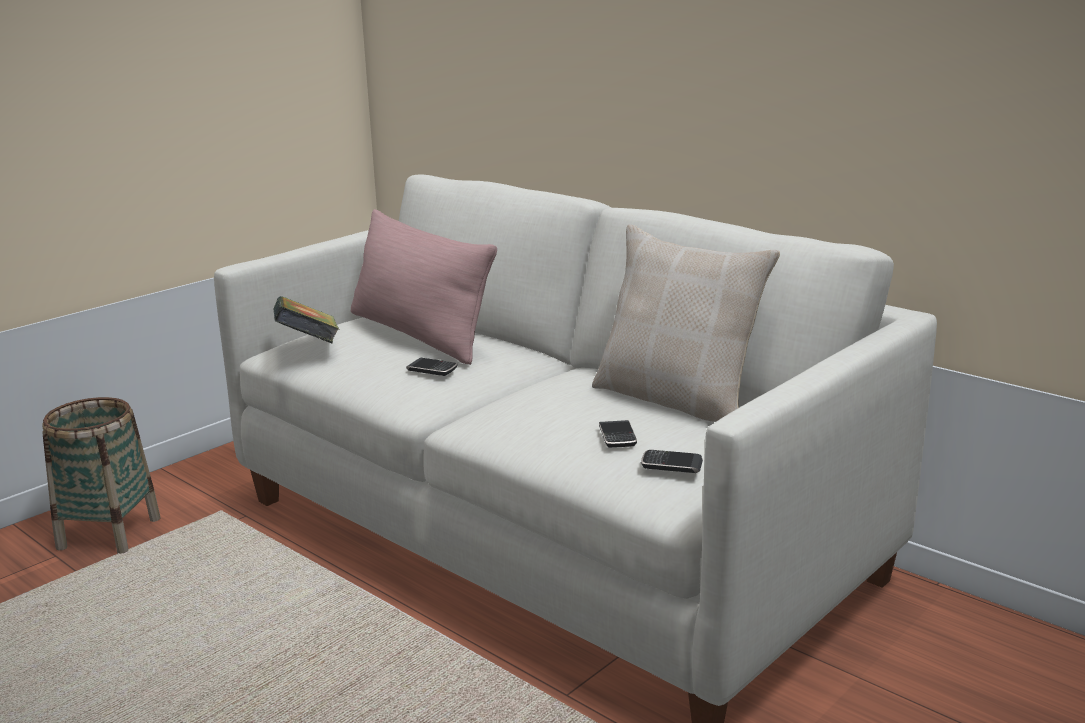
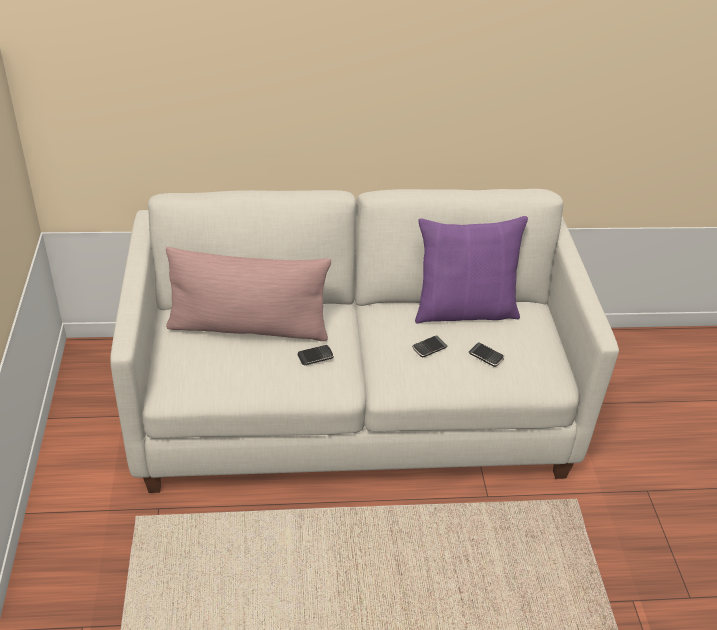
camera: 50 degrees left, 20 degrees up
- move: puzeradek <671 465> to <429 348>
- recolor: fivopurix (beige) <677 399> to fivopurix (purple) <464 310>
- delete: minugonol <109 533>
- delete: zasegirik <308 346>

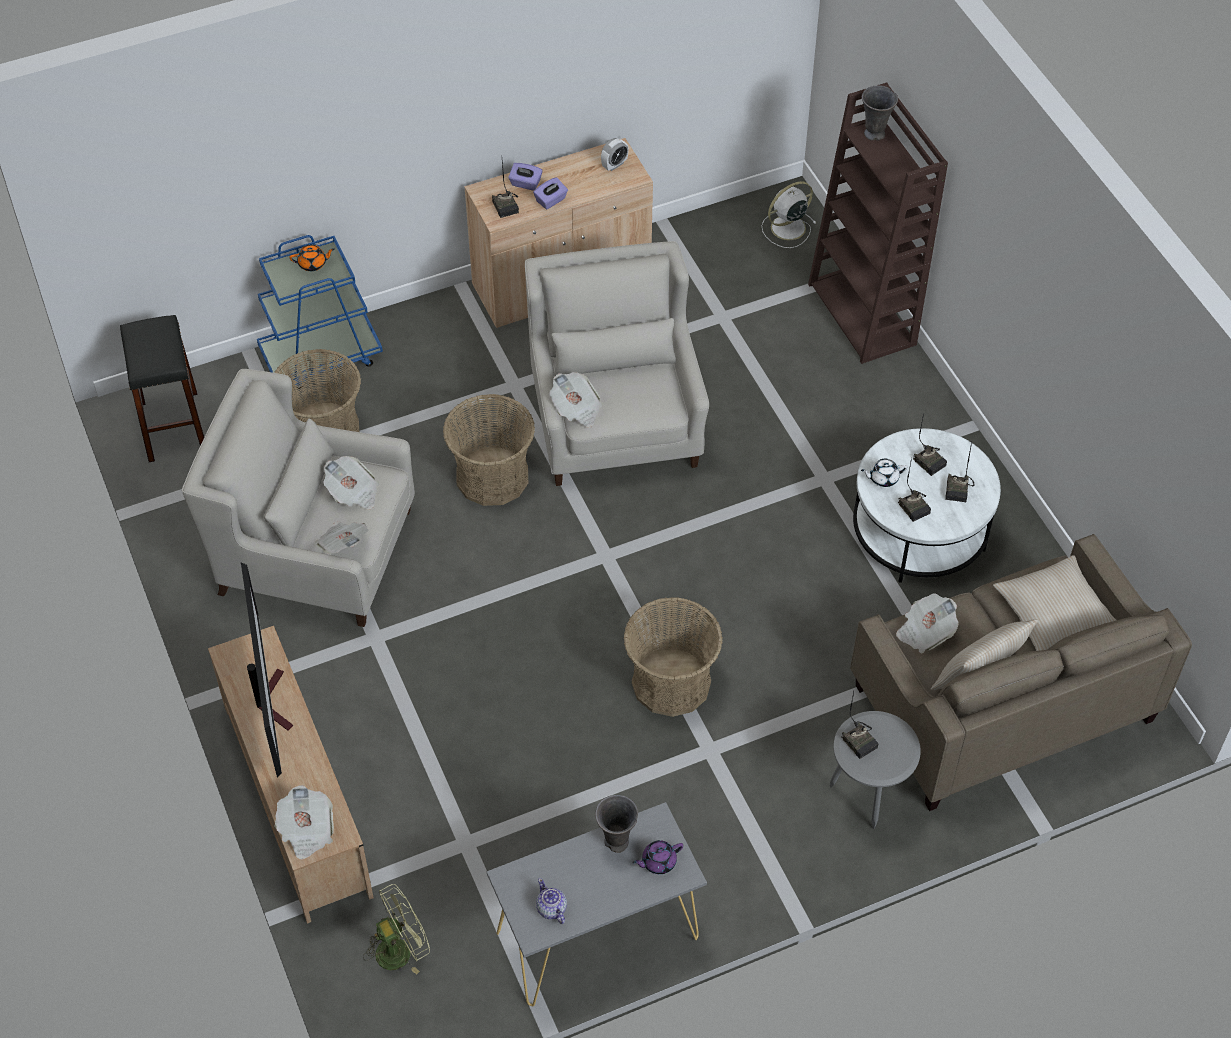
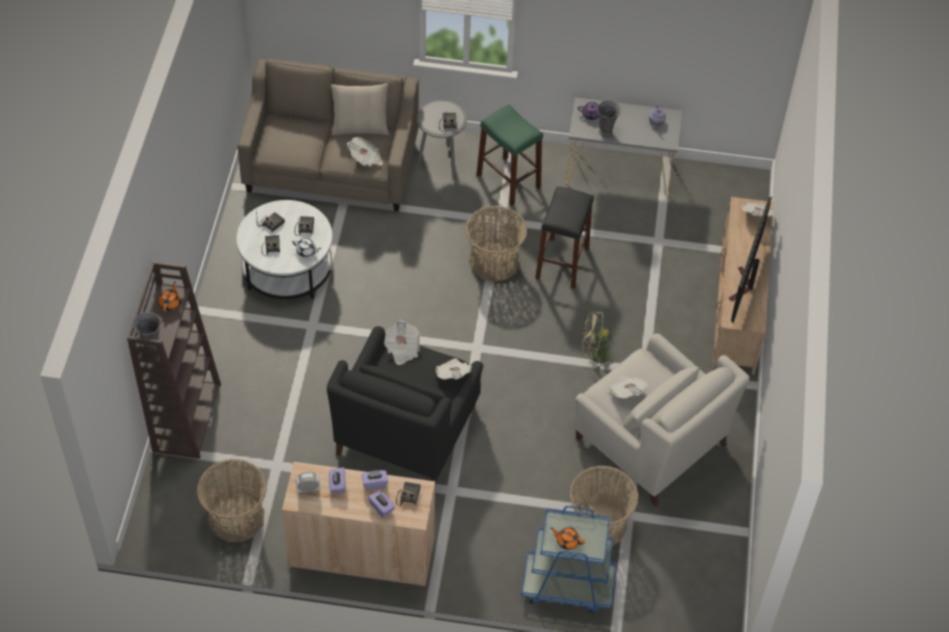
camera: 150 degrees left, 0 degrees up
- insert: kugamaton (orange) <170 303>
- move: minugonol <492 476> to <236 518>
- recolor: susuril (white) <614 421> to susuril (black) <406 429>
- insert: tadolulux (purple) <337 485>
- move: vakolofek <343 544> to <402 349>
- insert: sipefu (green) <508 181>
- move: sipefu (black) <173 426> to <562 262>
- move: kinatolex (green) <400 949> to <595 355>
- delete: kinatolex (white) <786 228>
- delete: fivopurix (beige) <1053 613>

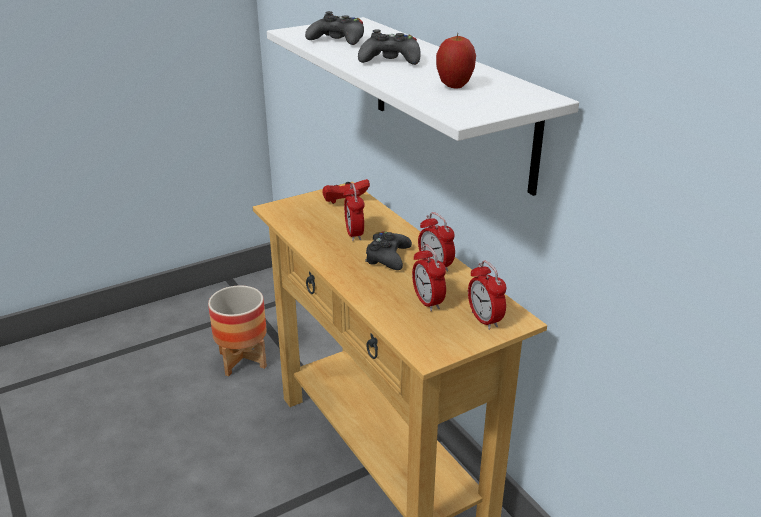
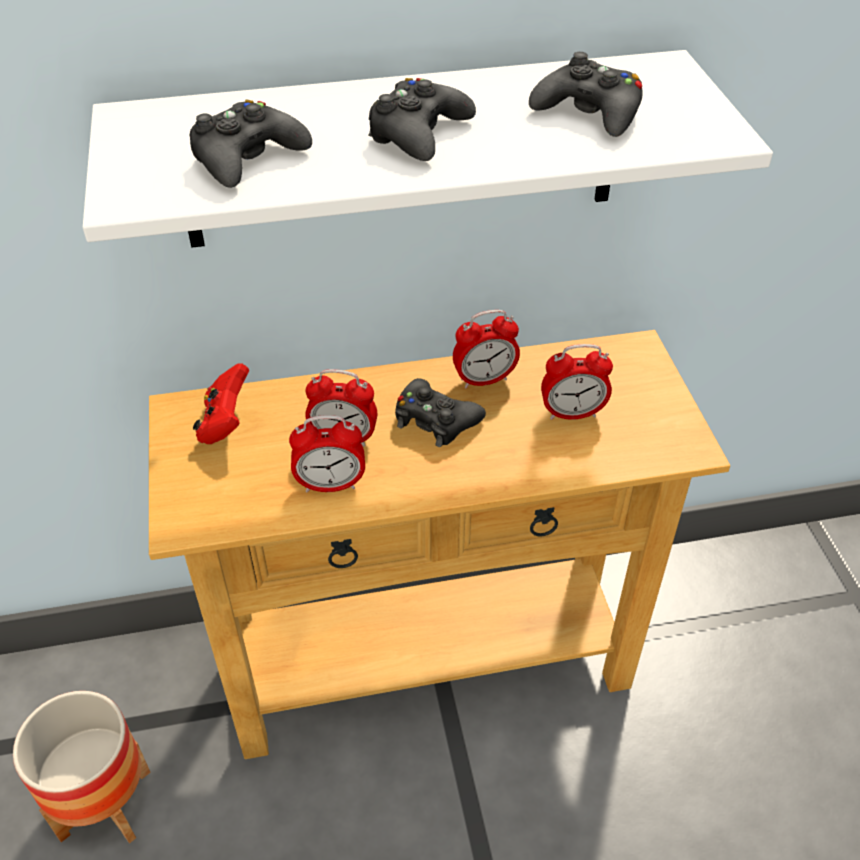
camera: 70 degrees left, 15 degrees up
- move: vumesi <484 320> to <330 485>
- replace: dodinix <454 86> to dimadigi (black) <589 113>

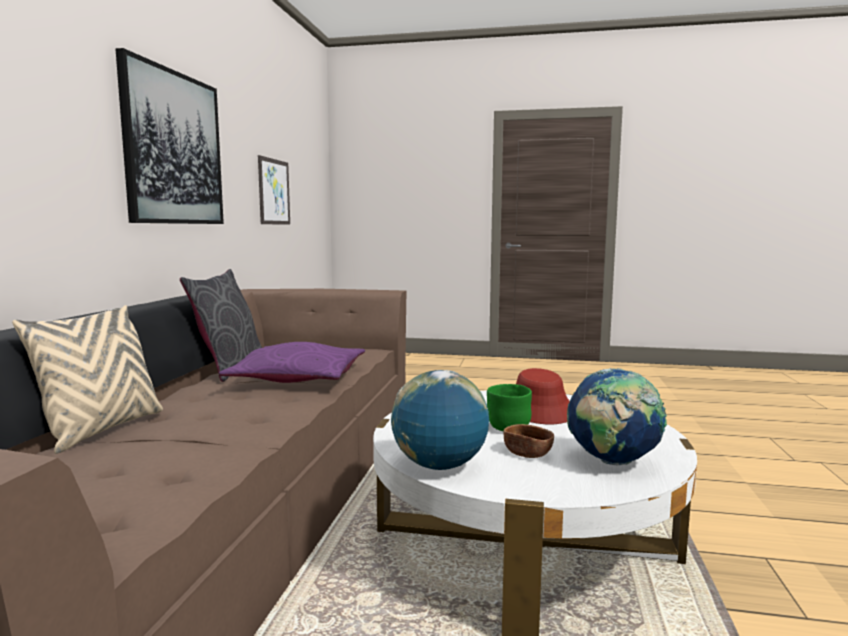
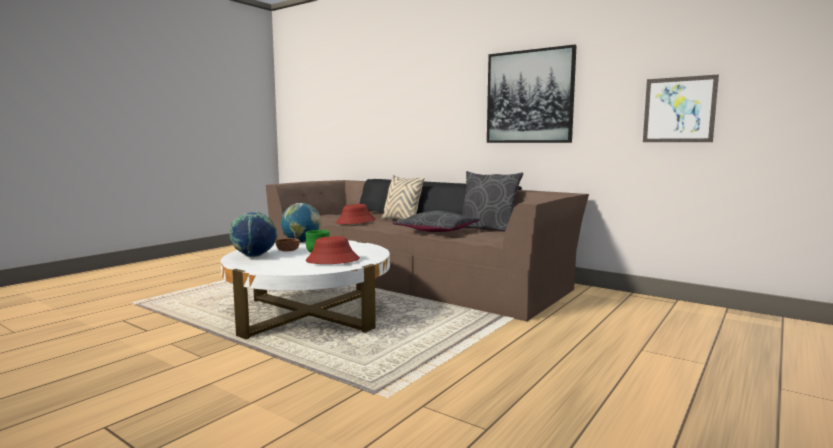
camera: 115 degrees right, 0 degrees up
- insert: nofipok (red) <356 221>
- recolor: fivopurix (purple) <298 378> to fivopurix (grey) <437 231>

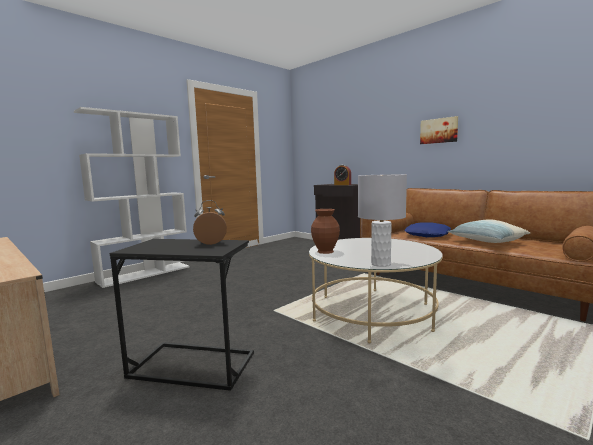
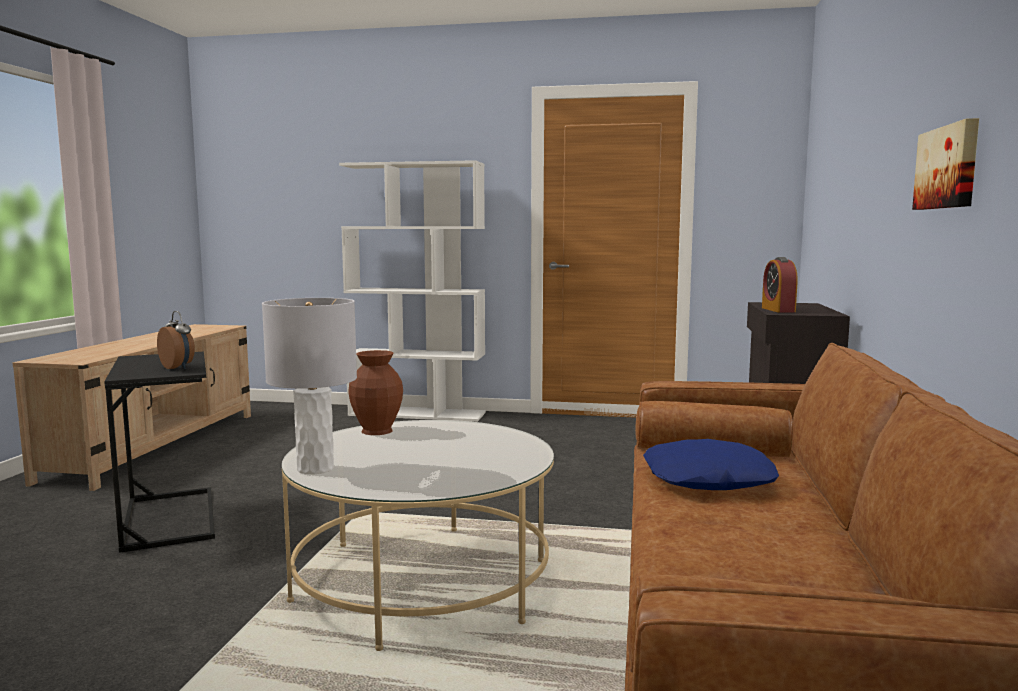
camera: 55 degrees right, 0 degrees up
- delete: fivopurix <487 242>

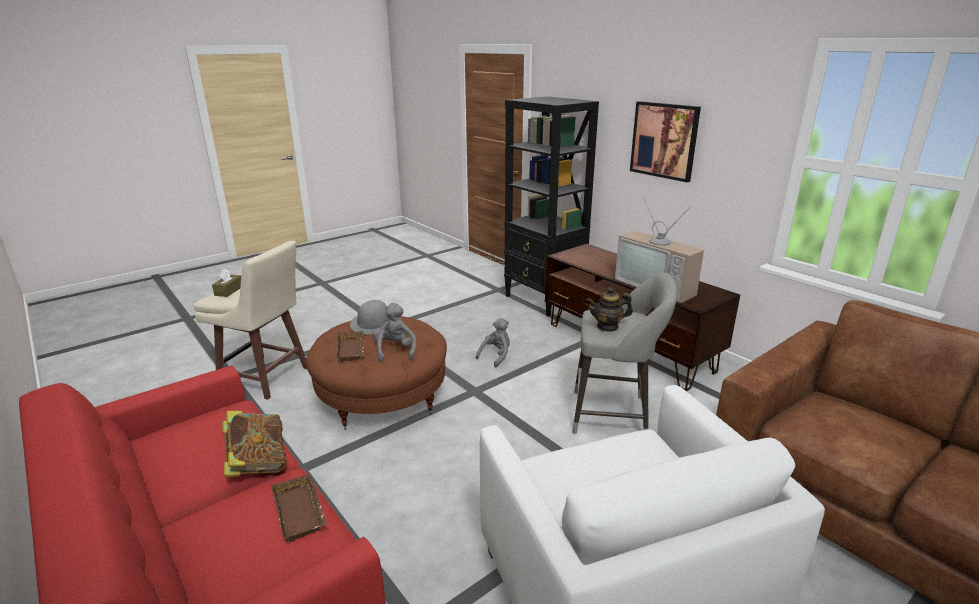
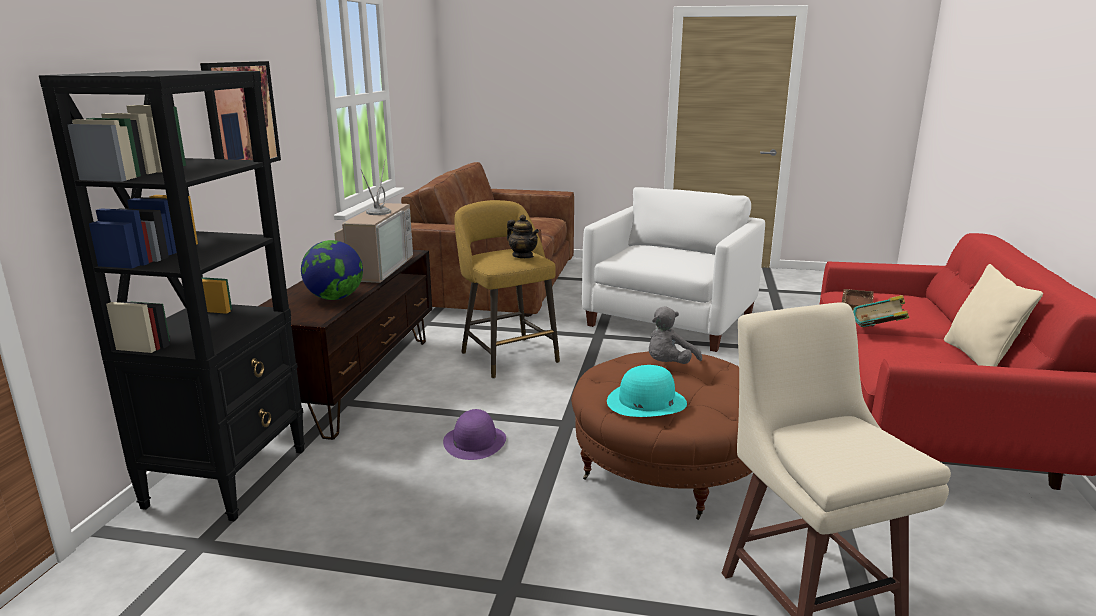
camera: 130 degrees left, 5 degrees down
- insert: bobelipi <335 298>
- replace: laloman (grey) <496 356> to nofipok (purple) <474 441>
- recolor: sipefu (grey) <615 415> to sipefu (yellow) <506 356>
- recolor: nofipok (grey) <374 323> to nofipok (turquoise) <646 402>
- insert: fivopurix (beige) <979 358>
- delete: tadolulux (brown) <229 291>
- delete: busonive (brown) <352 350>

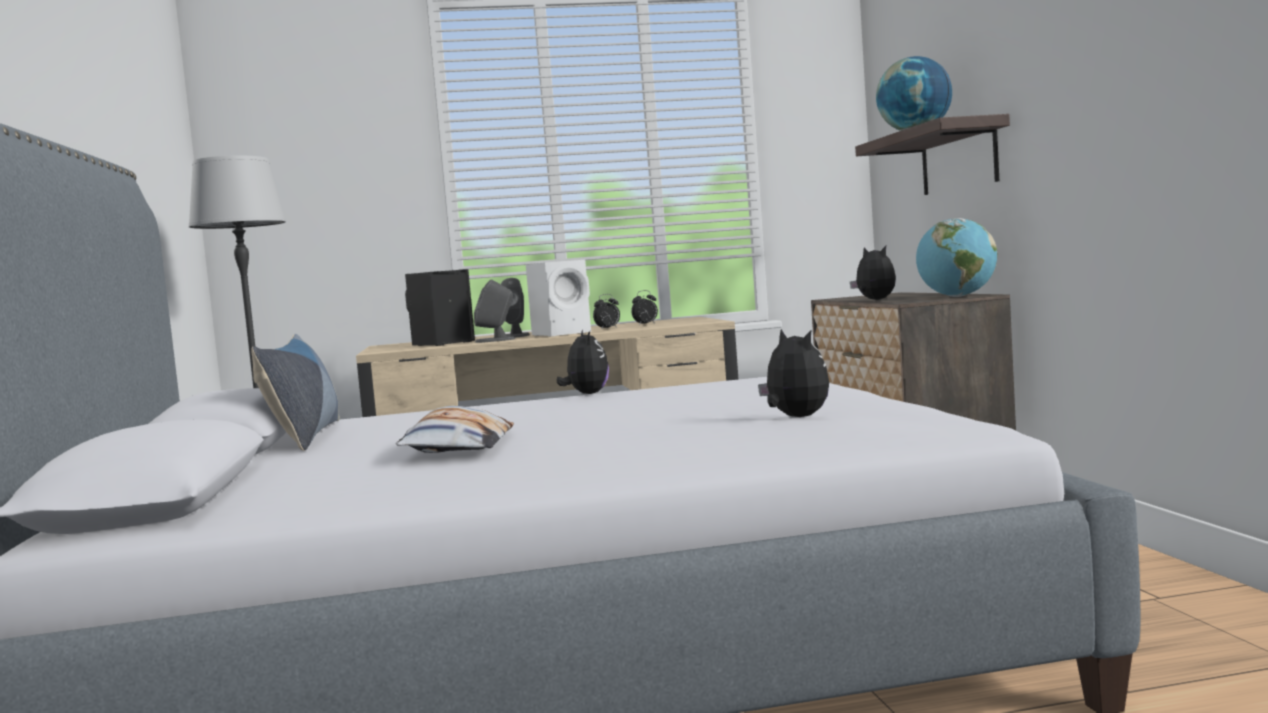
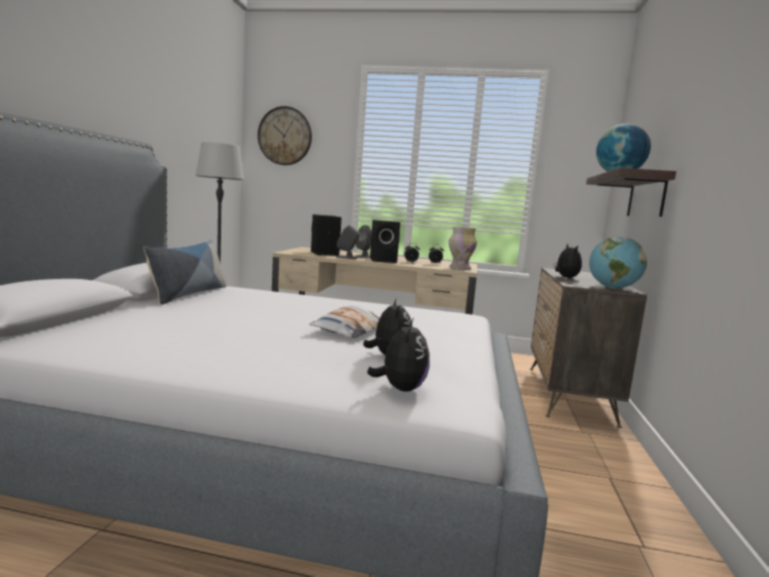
camera: 20 degrees right, 5 degrees up
- insert: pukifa <285 136>
- move: fivopurix <458 447> to <349 330>
- move: laloman <586 394> to <400 388>
- recolor: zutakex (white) <563 333> to zutakex (black) <384 260>
- insert: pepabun <459 268>

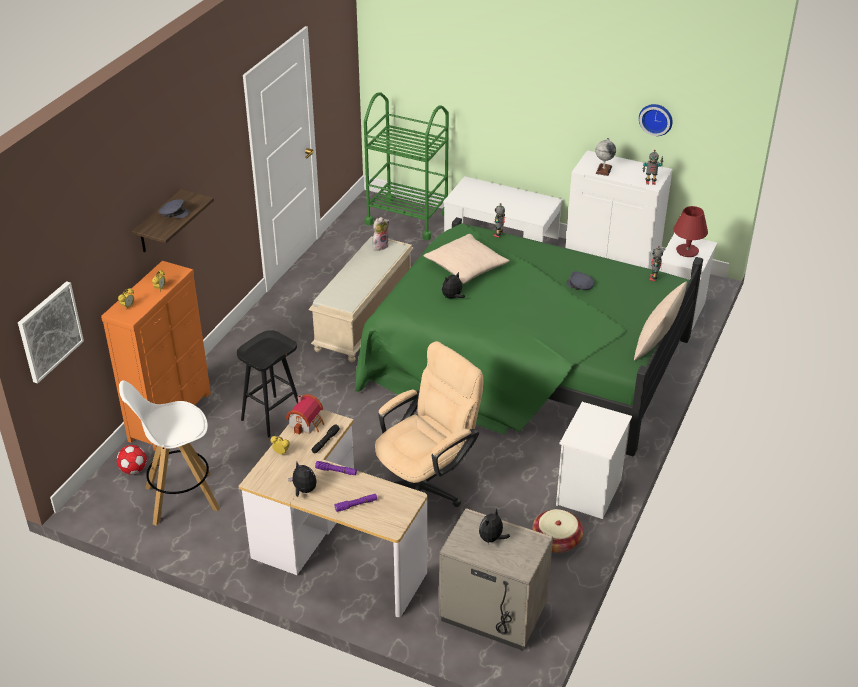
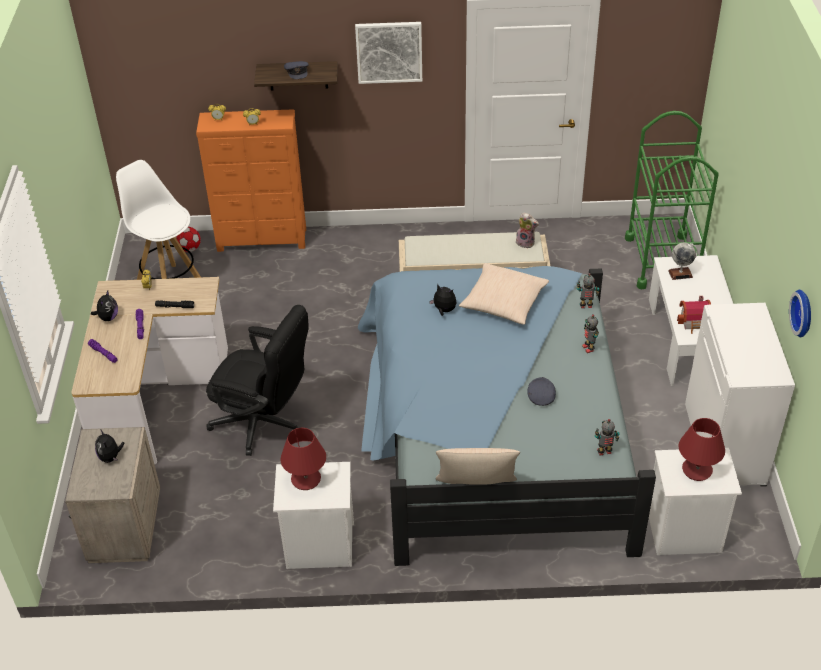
camera: 65 degrees right, 5 degrees up
- rotate: laloman <492 539> = <111 457> 120 degrees counterclockwise
- recolor: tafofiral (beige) <426 485> to tafofiral (black) <264 424>
- insert: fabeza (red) <306 479>
- move: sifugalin <49 331> to <389 52>
- recolor: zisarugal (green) <525 361> to zisarugal (blue) <492 430>
- move: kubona <650 182> to <588 348>
- move: bobelipi <603 170> to <680 274>
- move: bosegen <307 423> to <694 323>
- delete: sipefu (black) <272 415>
- delete: minugonol <556 540>

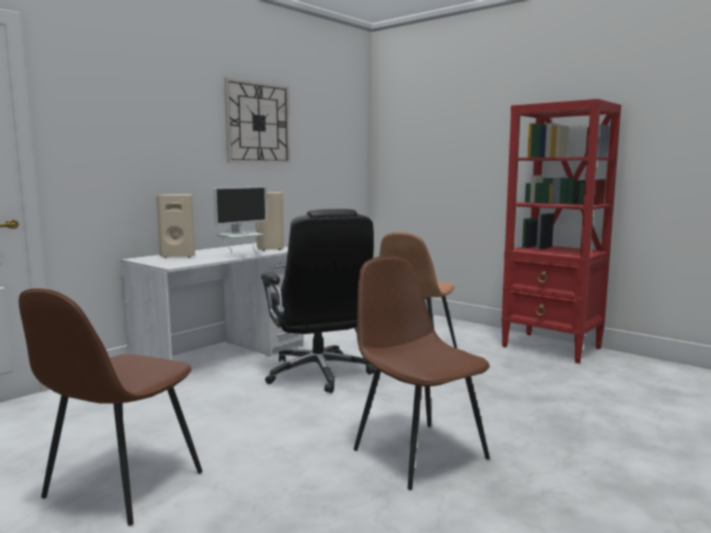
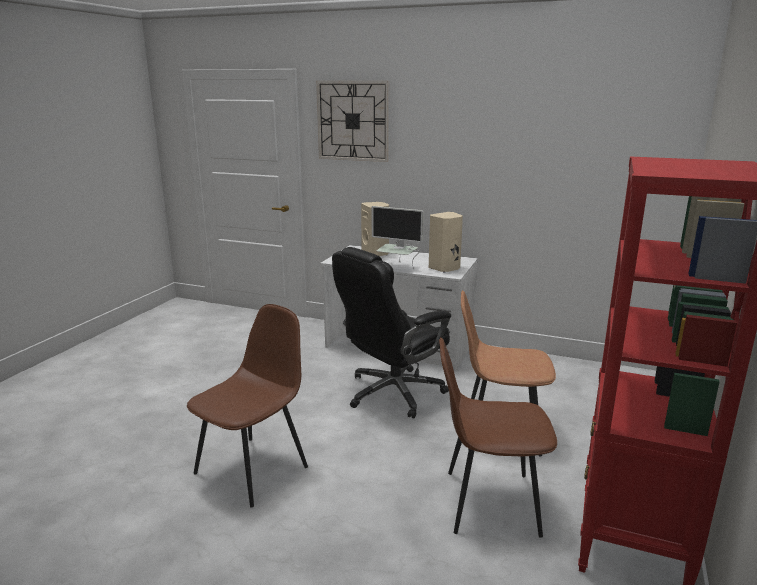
camera: 70 degrees right, 10 degrees up
- move: pukifa <258 123> to <353 121>
- move: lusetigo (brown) <121 486> to <488 502>

